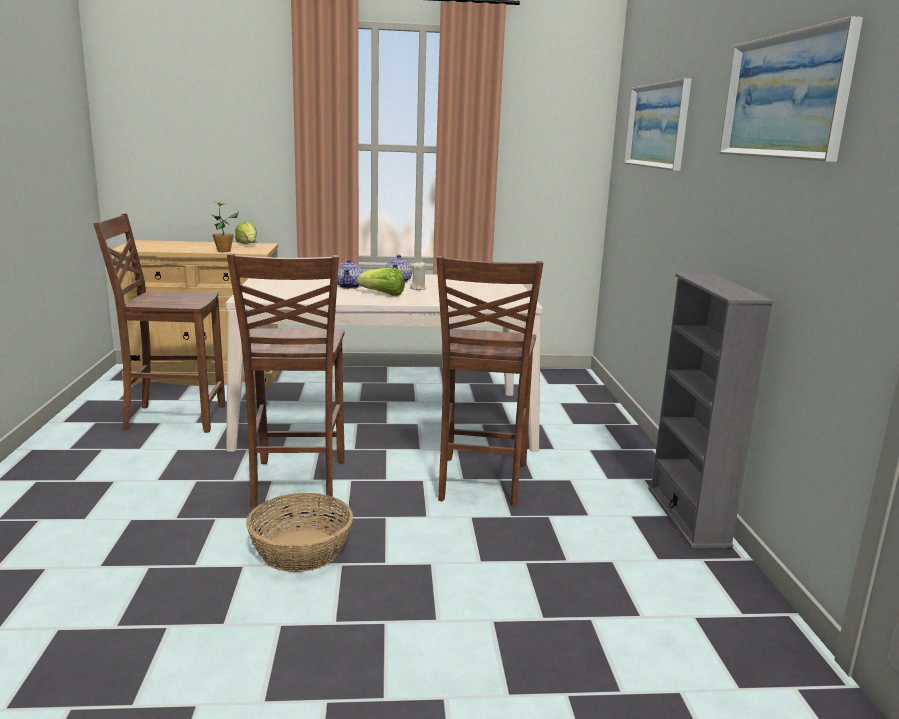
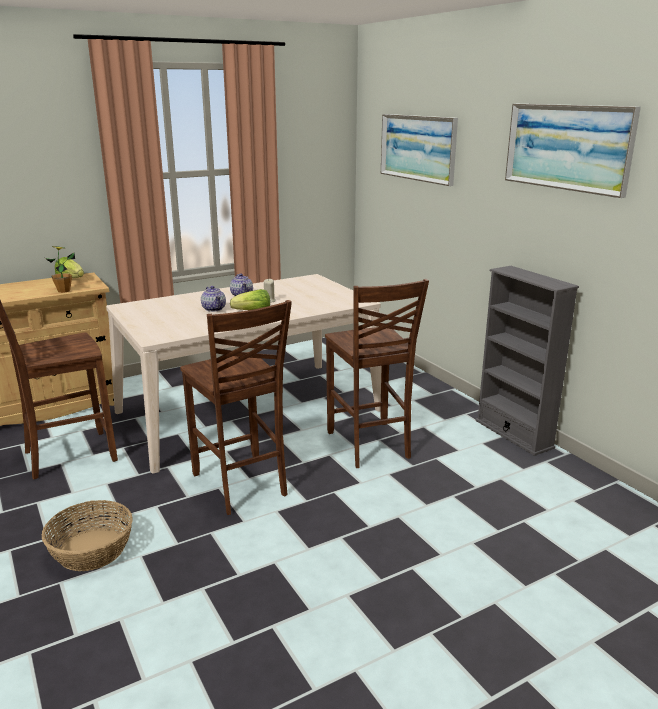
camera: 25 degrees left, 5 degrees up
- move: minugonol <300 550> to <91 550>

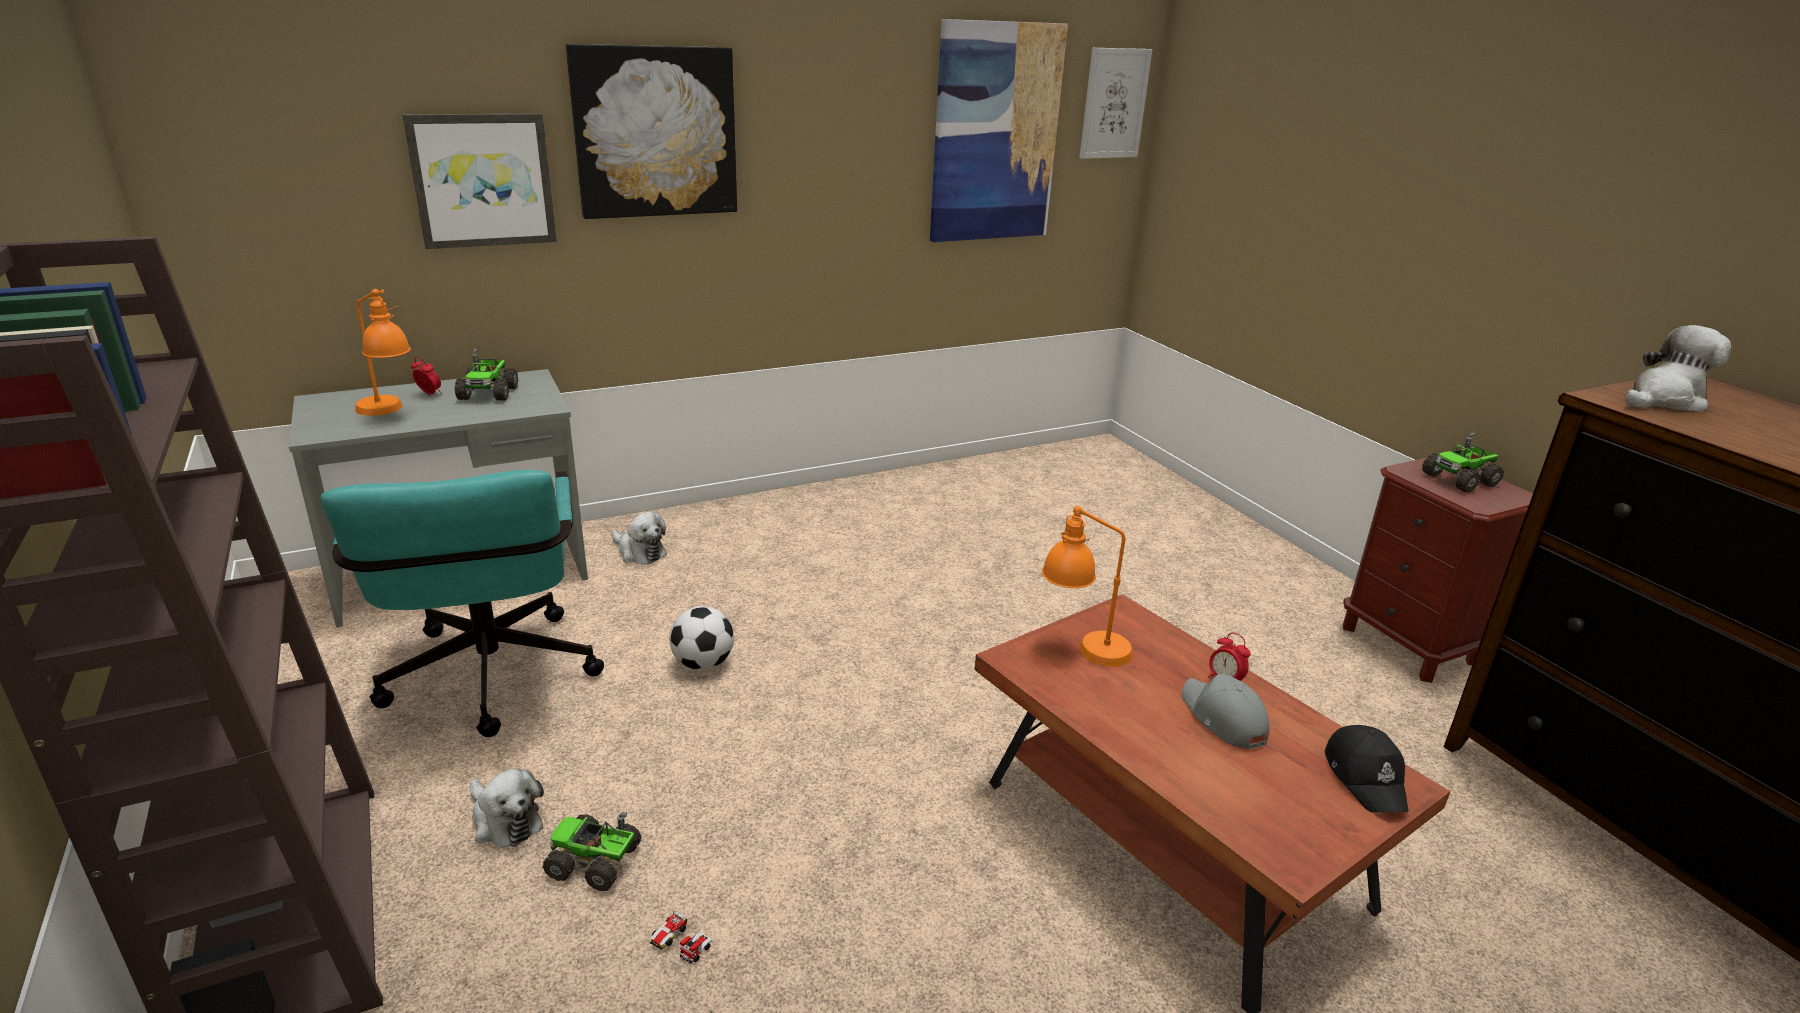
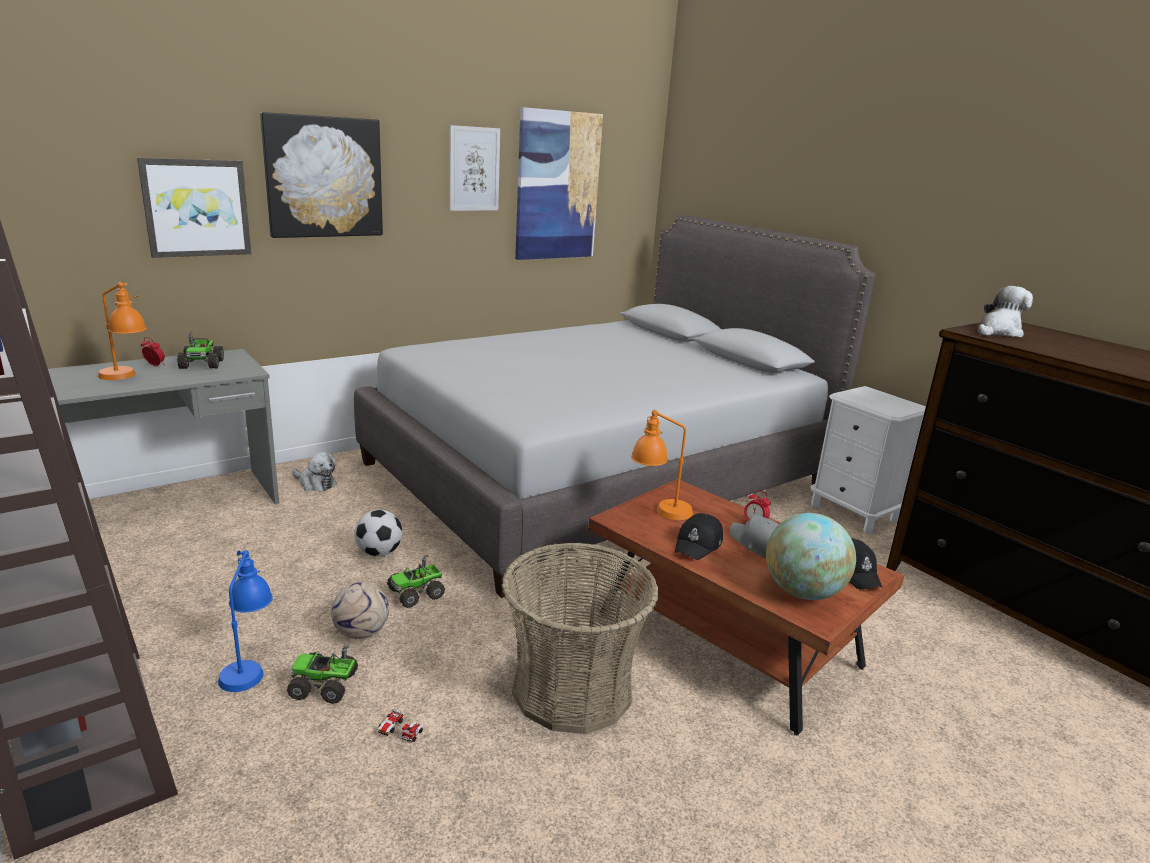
camera: 10 degrees left, 5 degrees down
- replace: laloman <504 821> to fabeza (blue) <248 665>
- insert: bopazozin <362 633>
- insert: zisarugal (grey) <597 475>
- move: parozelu <1460 480> to <417 593>
- move: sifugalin <1114 104> to <474 169>
- insert: minugonol <572 688>
- insert: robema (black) <699 544>
- insert: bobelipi <802 592>
- recolor: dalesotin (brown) <1409 645> to dalesotin (white) <854 513>
- delete: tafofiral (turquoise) <490 684>

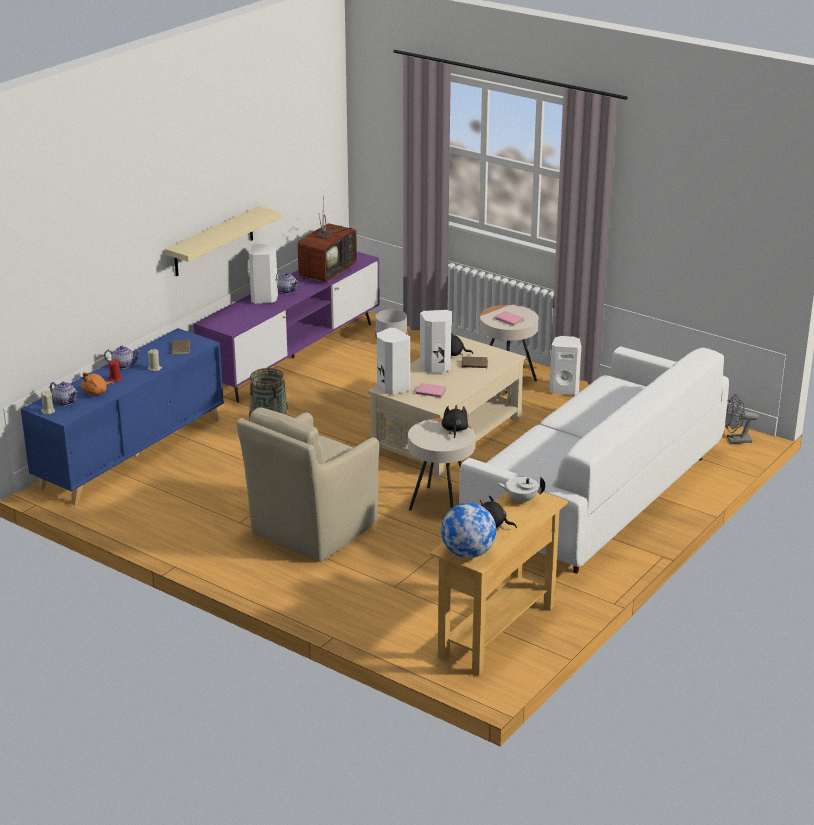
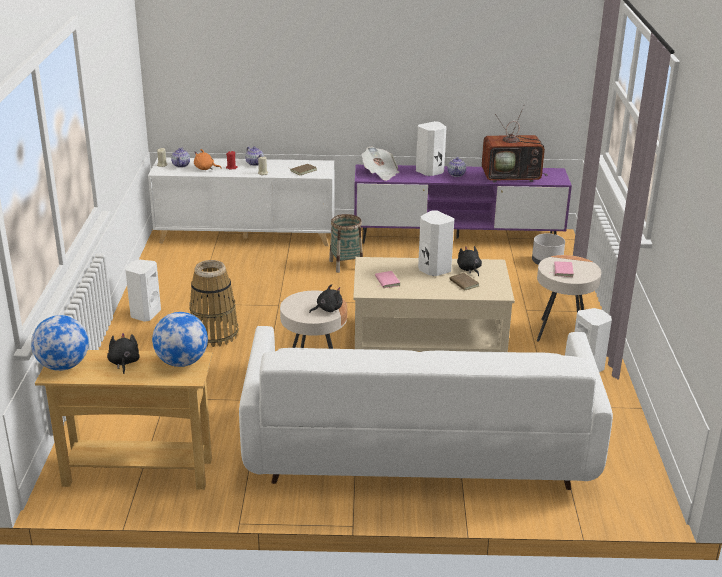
camera: 55 degrees right, 0 degrees up
- move: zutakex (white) <392 388> to <144 314>
- recolor: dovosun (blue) <132 453> to dovosun (white) <246 235>
- replace: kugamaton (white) <521 499> to bobelipi <182 362>
- replace: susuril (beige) <311 530> to minugonol <214 334>
- insert: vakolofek <380 173>
- delete: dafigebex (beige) <214 242>
- delete: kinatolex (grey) <735 440>

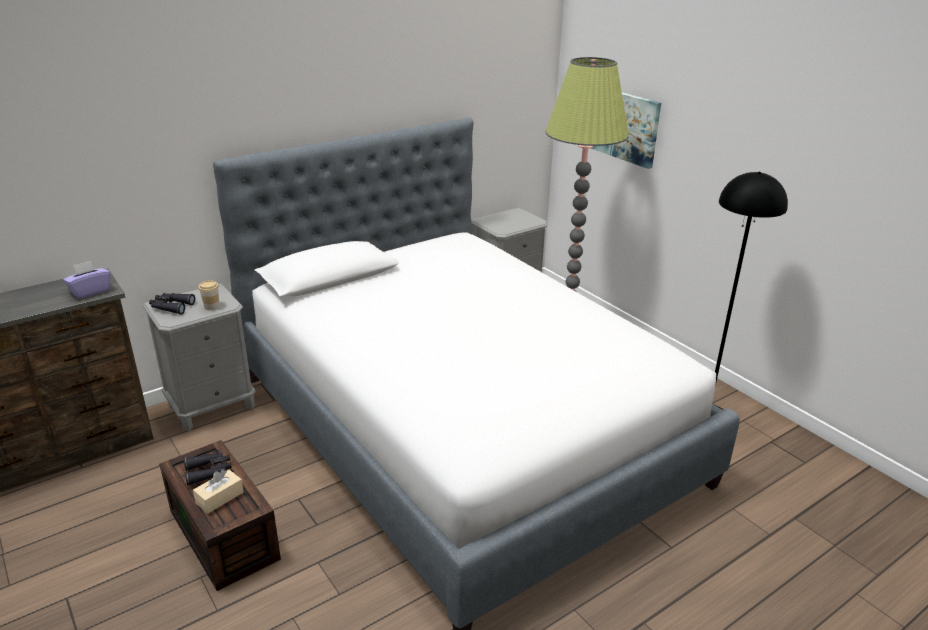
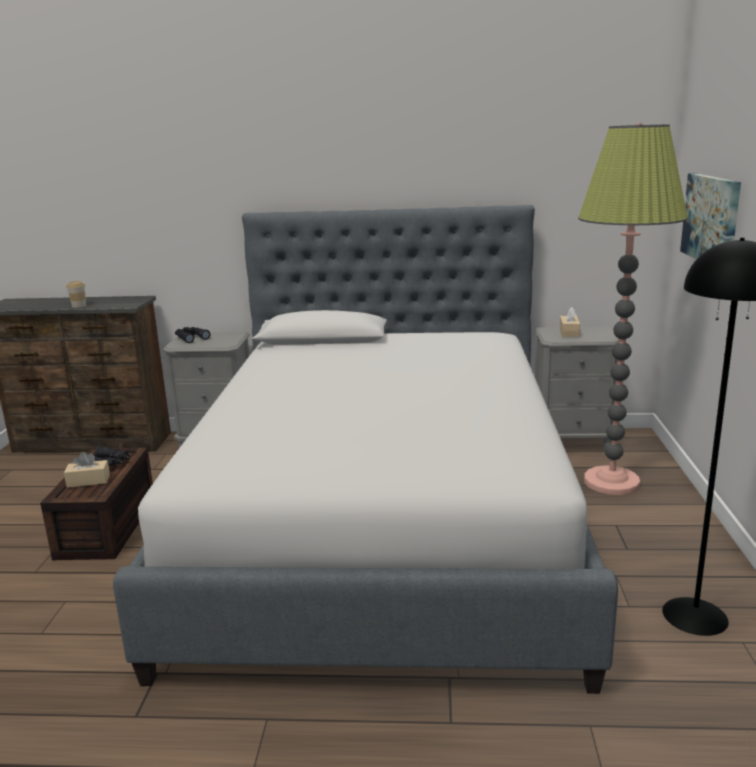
camera: 40 degrees right, 10 degrees down
- move: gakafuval <211 306> to <79 306>
- insert: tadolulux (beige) <569 333>
- delete: tadolulux (purple) <90 291>

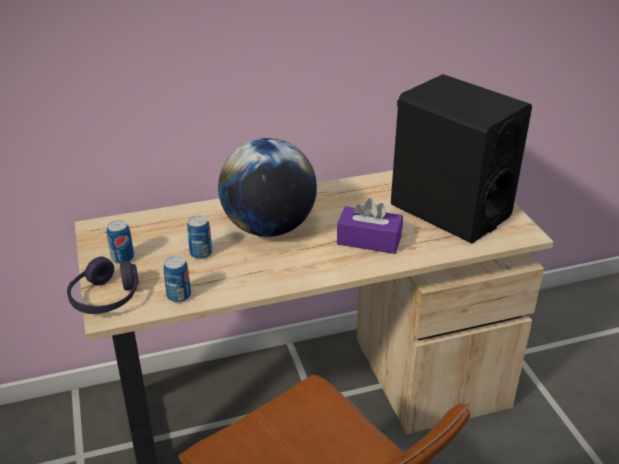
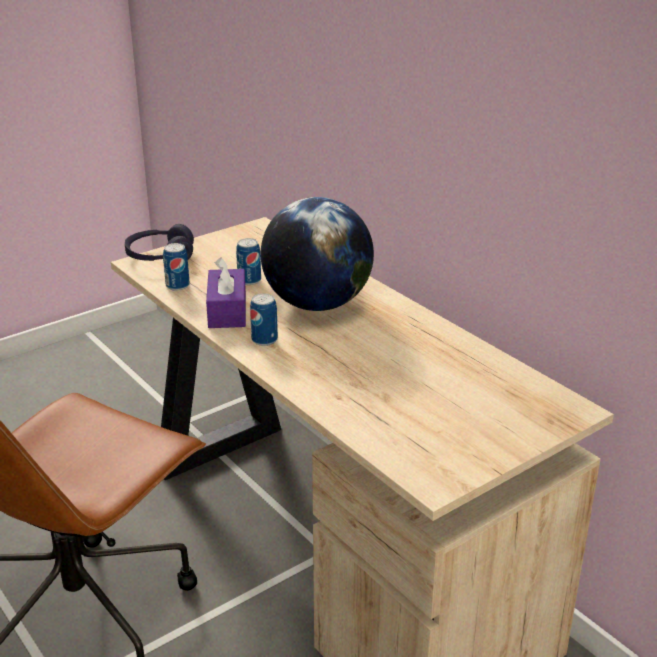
camera: 70 degrees right, 5 degrees down
- move: tadolulux (purple) <369 240> to <227 311>
- move: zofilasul <123 258> to <264 340>
- delete: zutakex (black) <449 210>

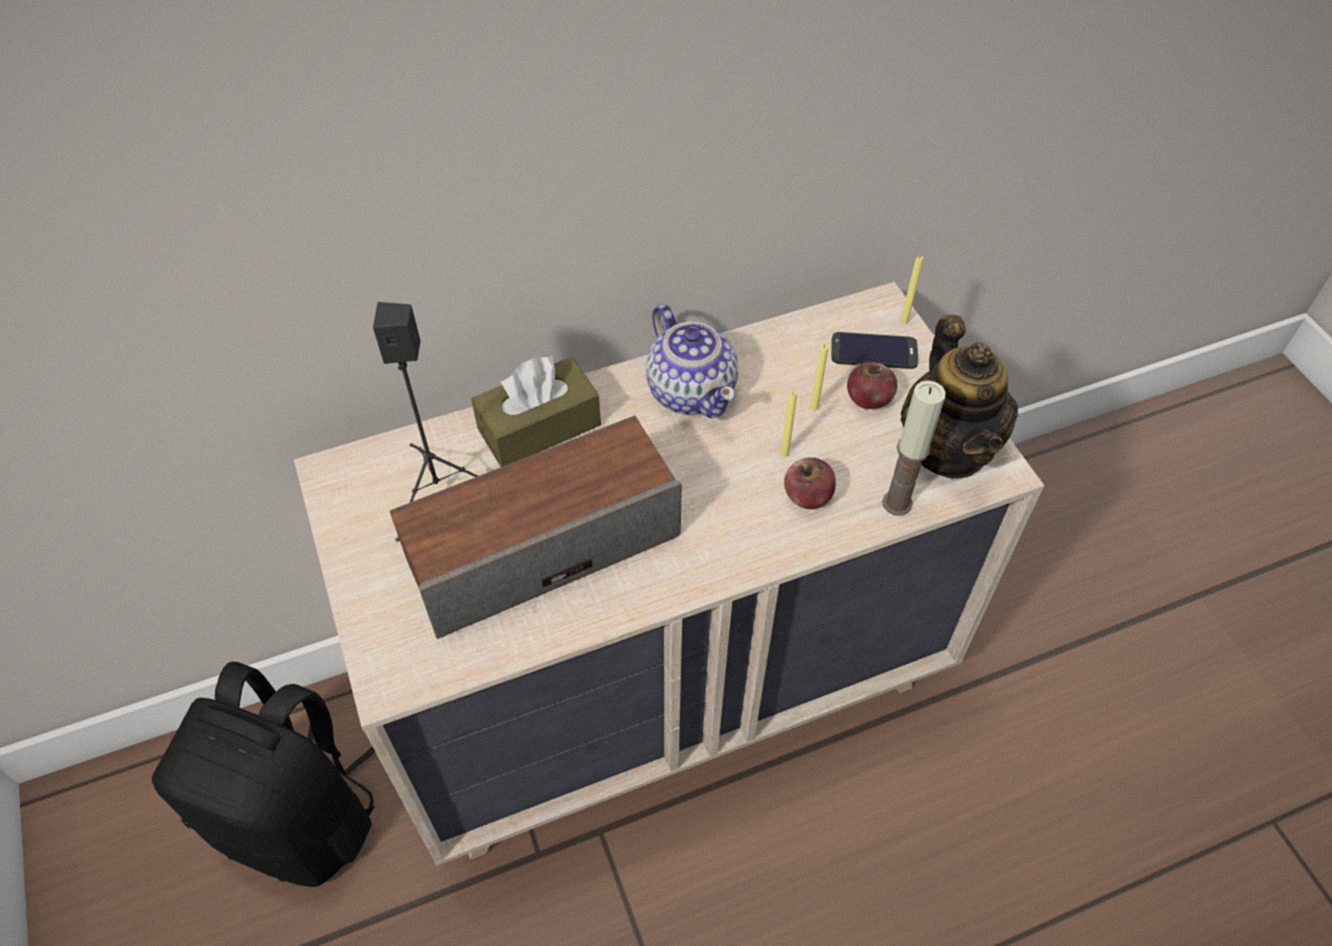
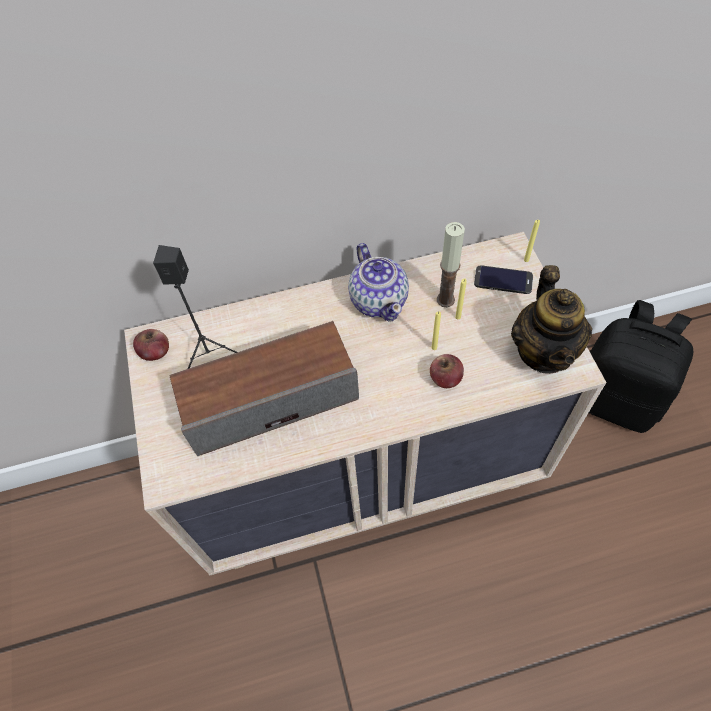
camera: 10 degrees right, 5 degrees up
- move: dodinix <868 399> to <155 352>
- move: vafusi <897 503> to <445 300>
- move: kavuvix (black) <300 817> to <615 398>
- delete: tadolulux (brown) <539 427>

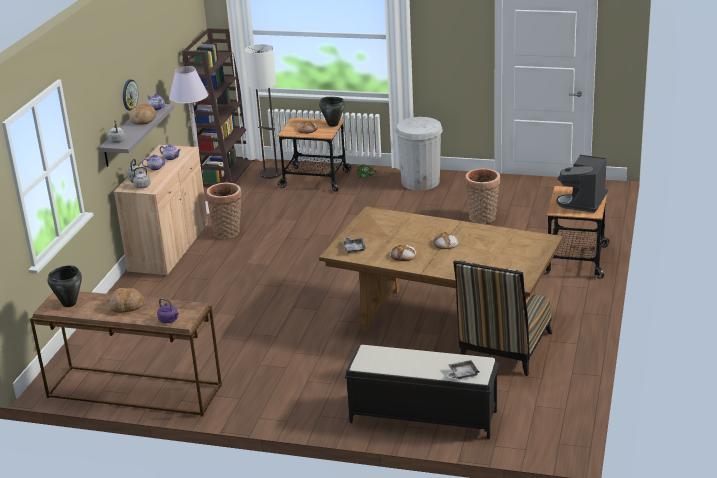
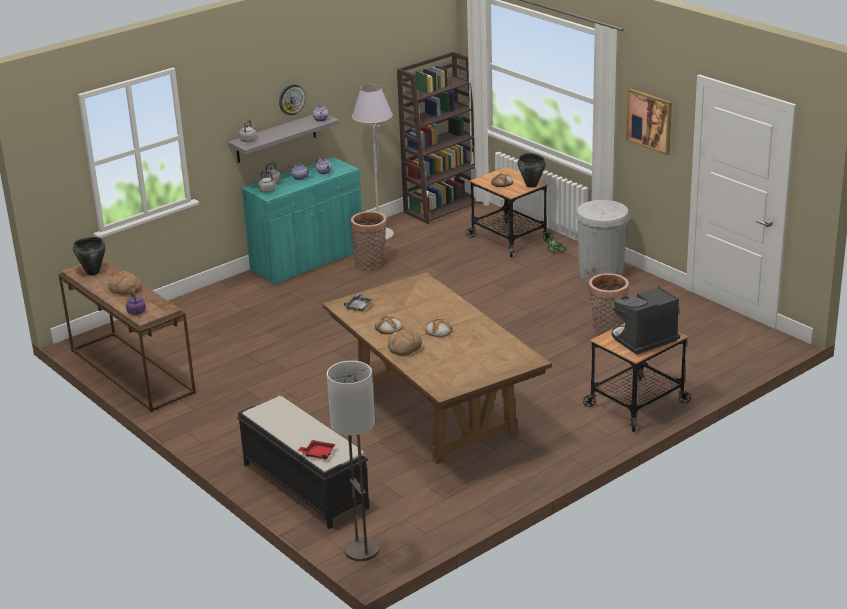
camera: 35 degrees right, 0 degrees up
- recolor: dovosun (beige) <169 248> to dovosun (turquoise) <308 261>
- recolor: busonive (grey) <462 374> to busonive (red) <318 453>
- move: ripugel <271 173> to <362 550>
- move: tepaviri <143 120> to <405 348>
- insert: sifugalin <649 121>
- delete: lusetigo <503 350>

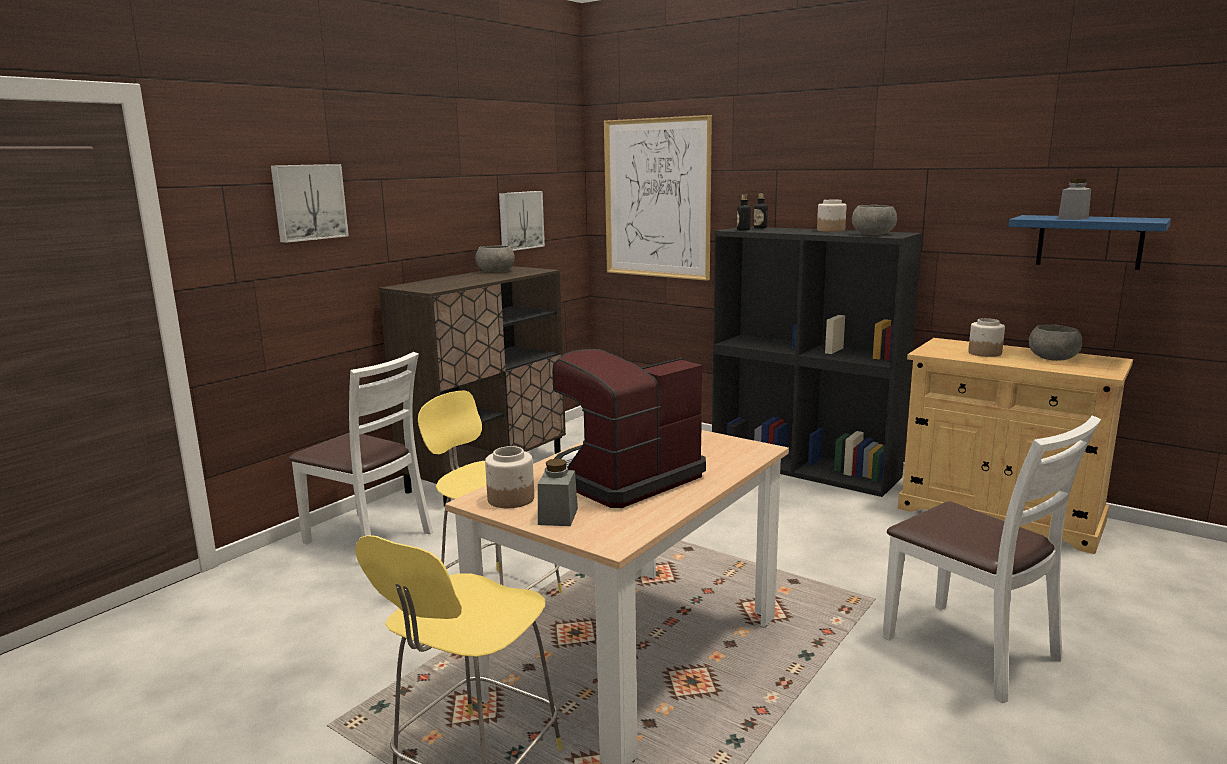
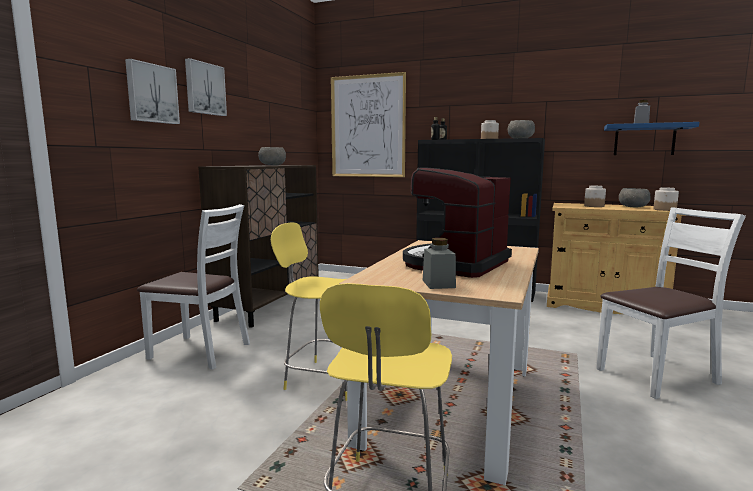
camera: 15 degrees left, 5 degrees down
- move: sifugalin <520 220> to <204 89>
- rotate: lusetigo (white) <971 650> = <656 375> 60 degrees counterclockwise
- move: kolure <511 499> to <665 209>

